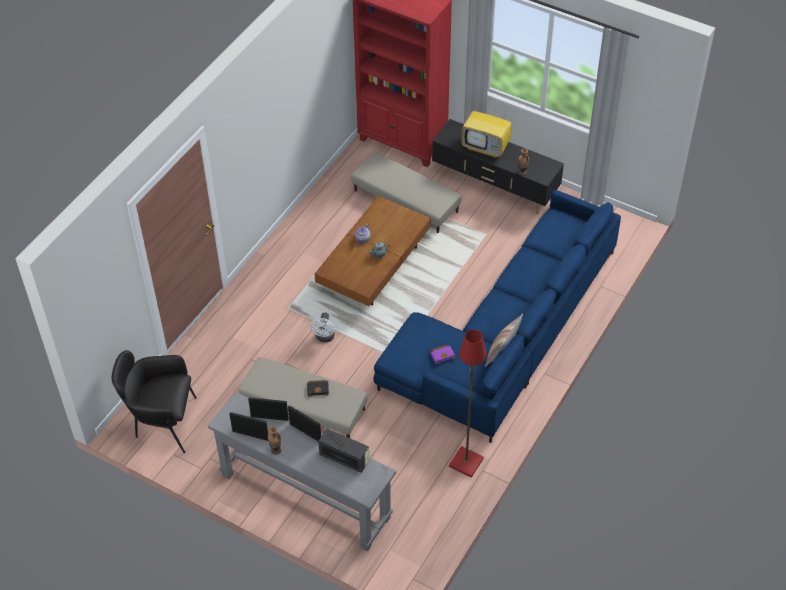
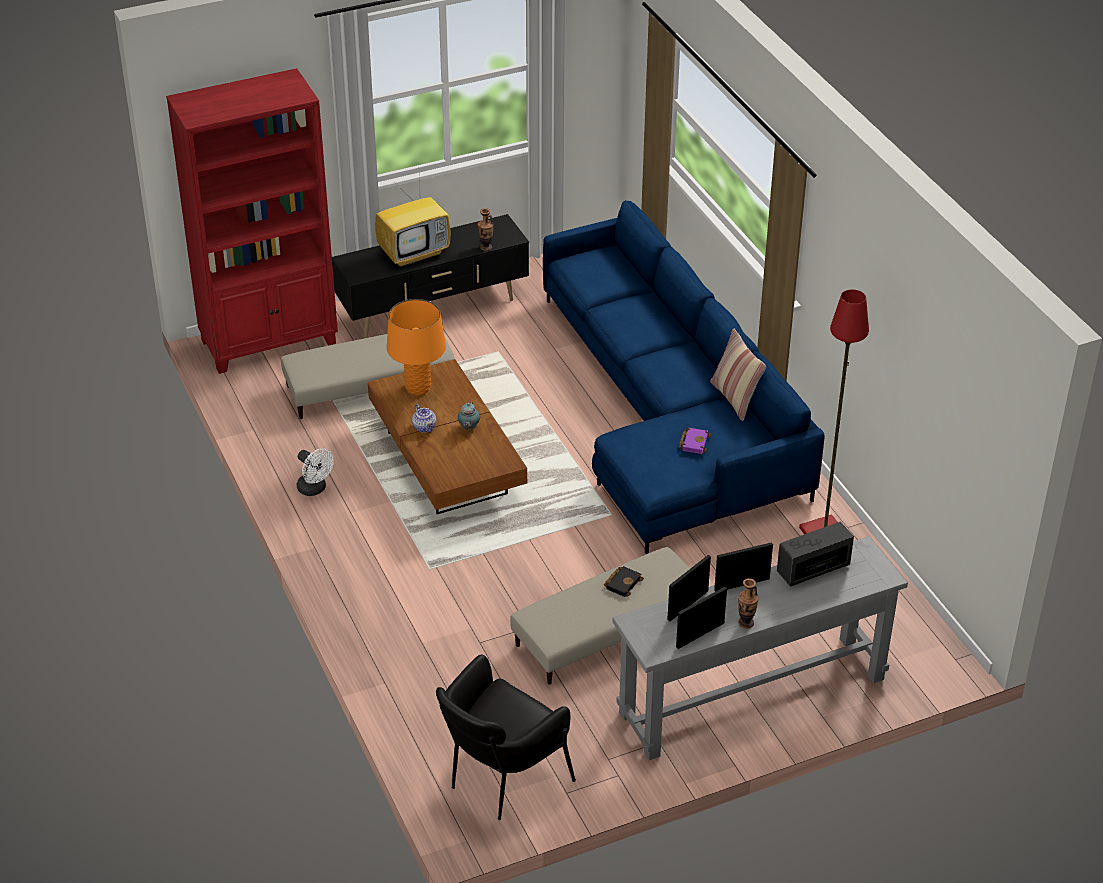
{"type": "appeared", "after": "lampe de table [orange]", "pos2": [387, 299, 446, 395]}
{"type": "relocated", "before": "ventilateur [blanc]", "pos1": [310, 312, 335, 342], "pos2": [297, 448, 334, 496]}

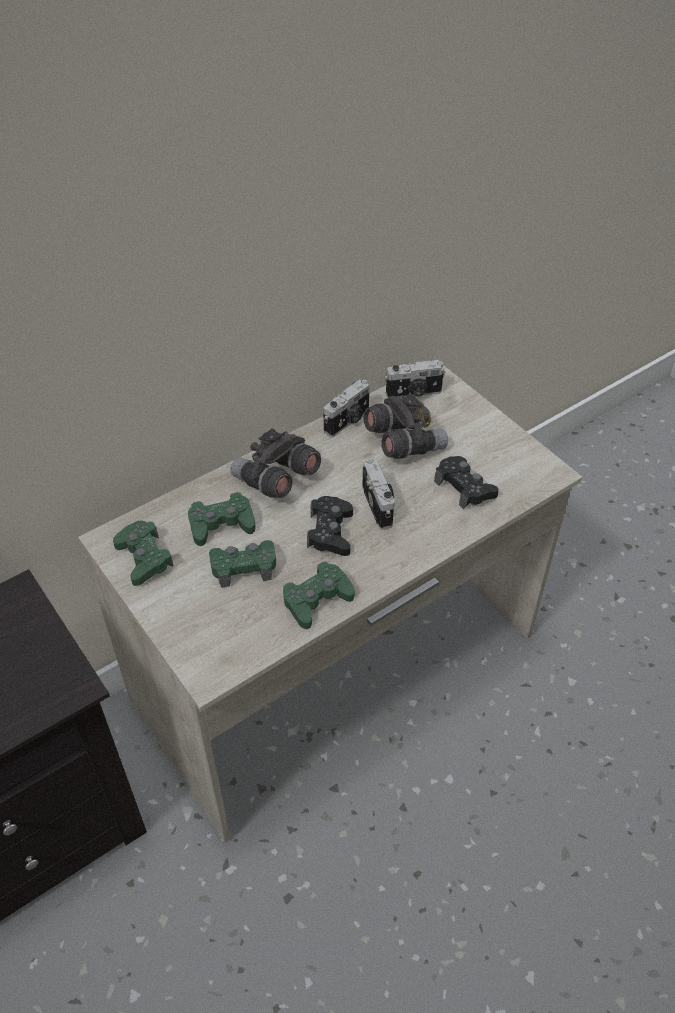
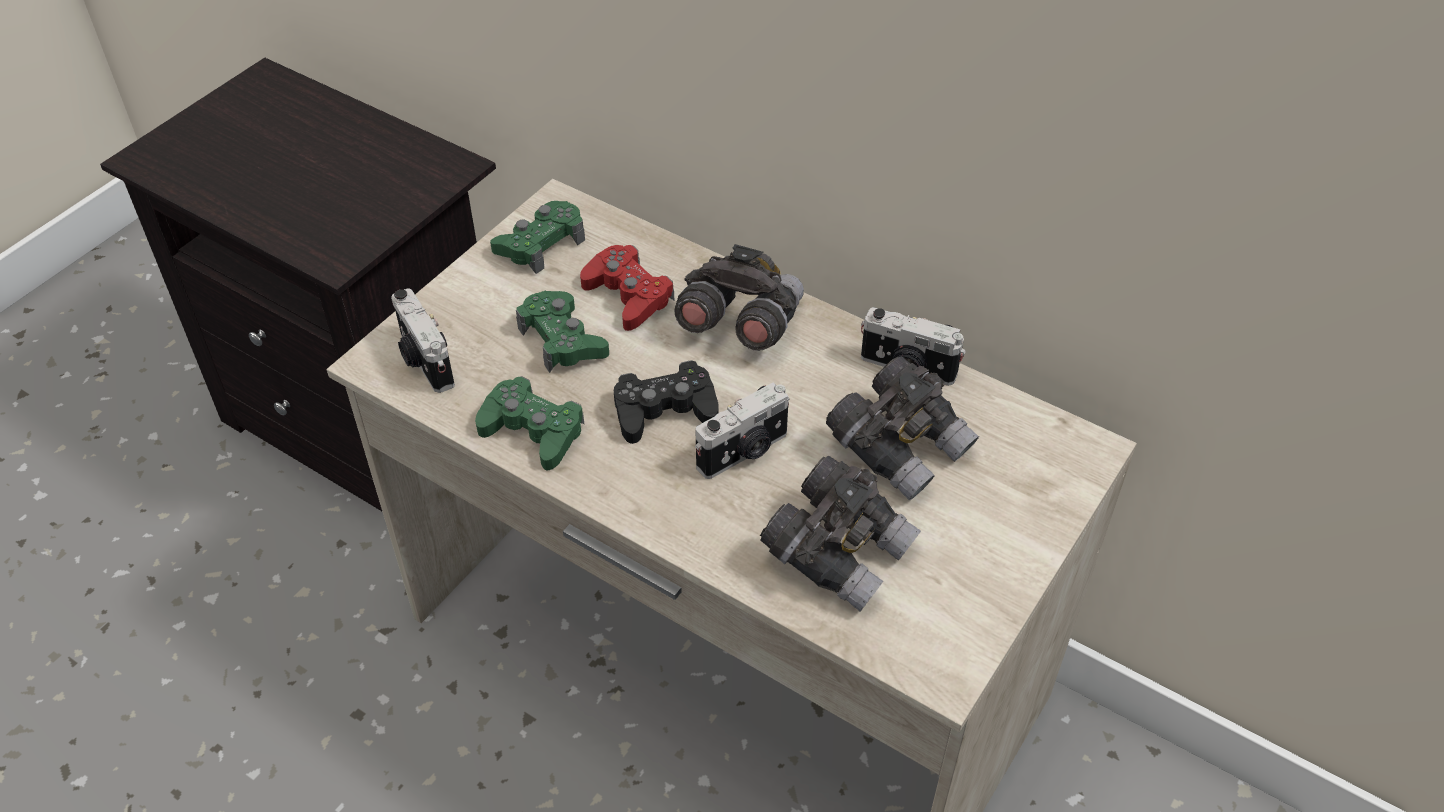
{"type": "relocated", "before": "appareil photo", "pos1": [385, 360, 445, 398], "pos2": [391, 288, 455, 393]}
{"type": "exchanged", "before": "manette [noir]", "after": "jumelles [gris]", "pos1": [434, 456, 499, 509], "pos2": [760, 456, 921, 611]}
{"type": "colour", "before": "manette [vert]", "after": "manette [rouge]", "pos1": [188, 492, 255, 546], "pos2": [580, 245, 674, 331]}

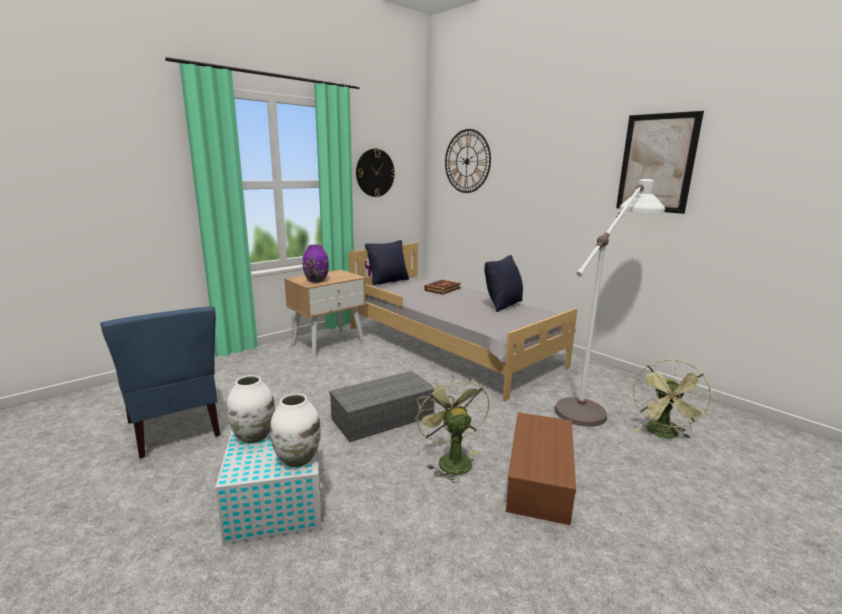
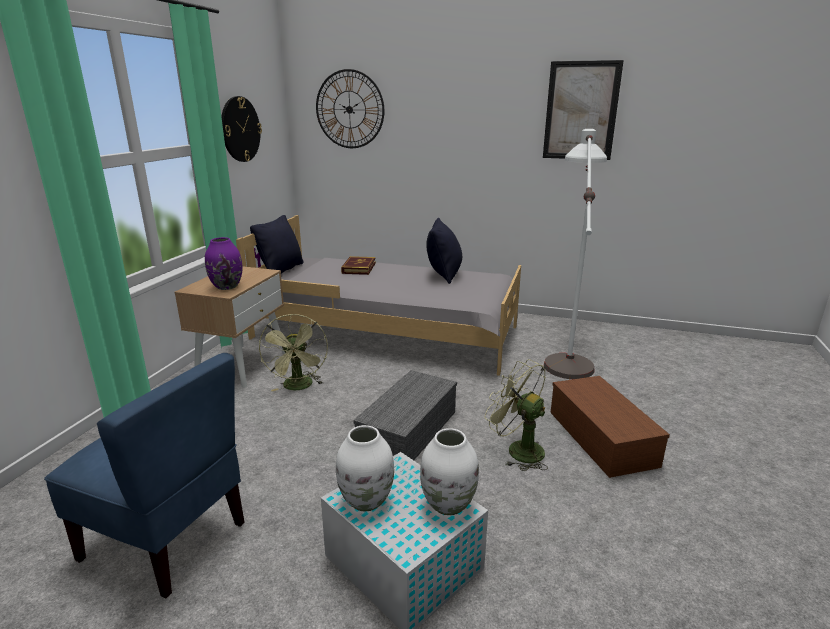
{"type": "relocated", "before": "ventilateur [vert]", "pos1": [633, 359, 713, 438], "pos2": [259, 314, 328, 391]}

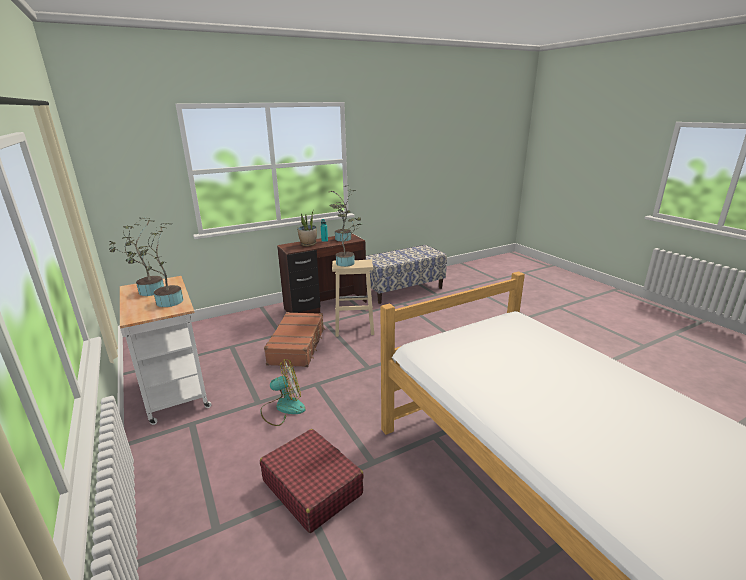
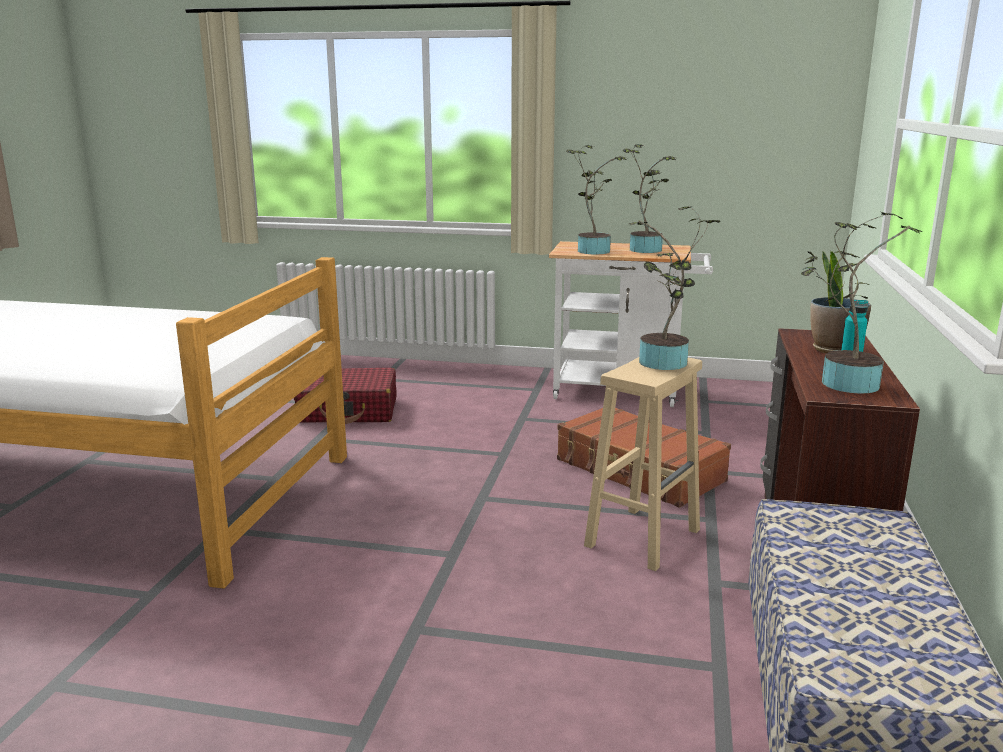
{"type": "missing", "before": "ventilateur", "pos1": [261, 359, 305, 426]}

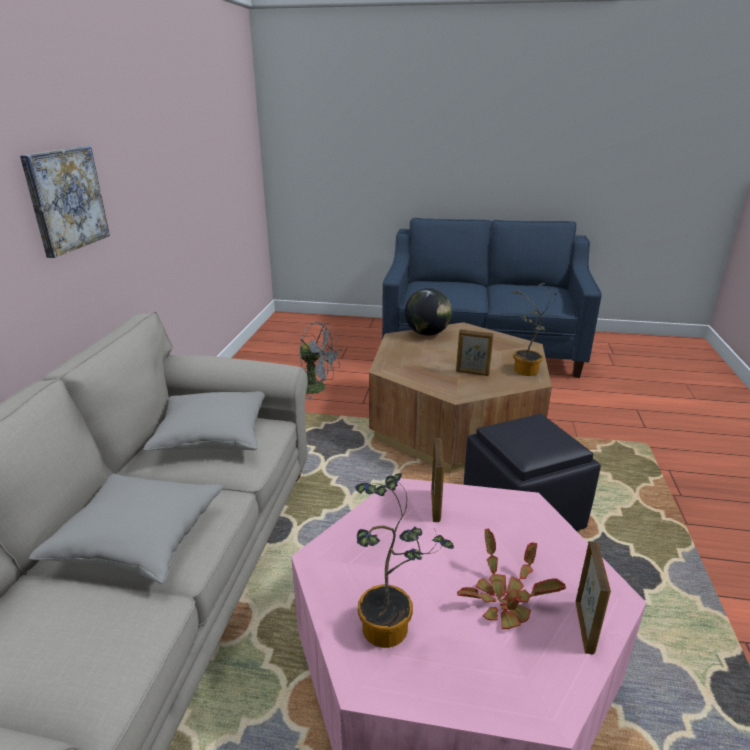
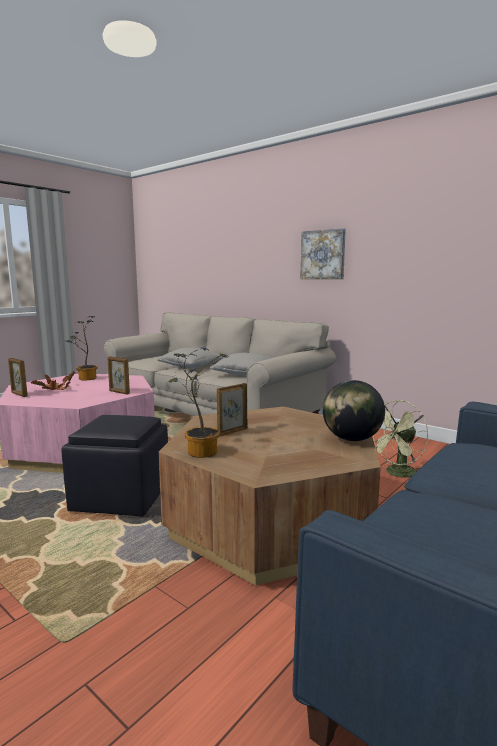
{"type": "colour", "before": "ventilateur [gris]", "after": "ventilateur [vert]", "pos1": [300, 322, 342, 400], "pos2": [373, 400, 428, 478]}

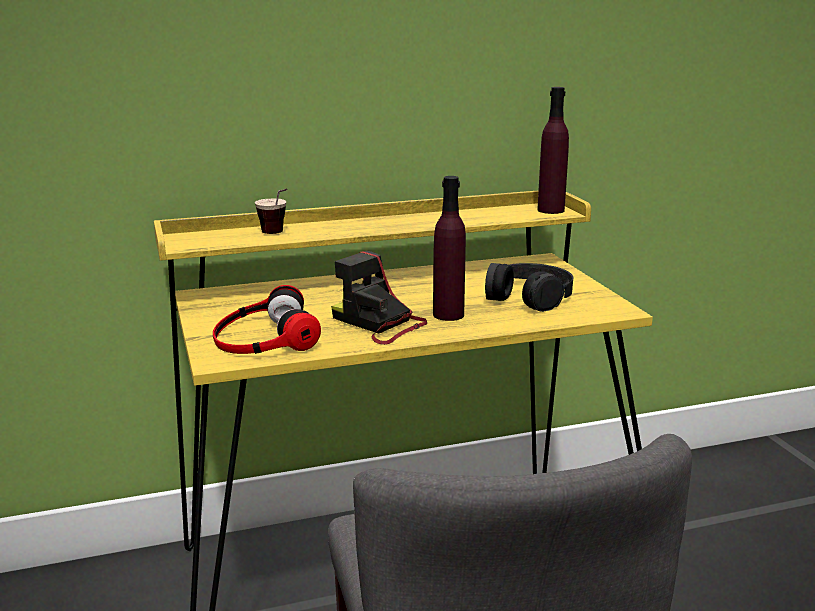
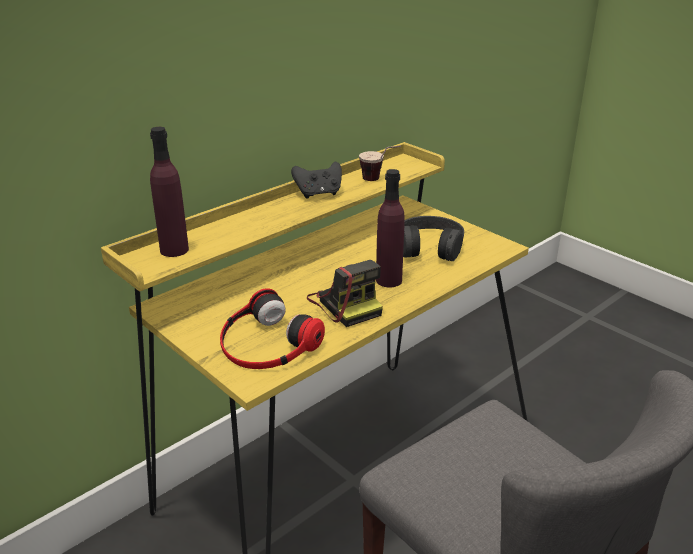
{"type": "appeared", "after": "manette [noir]", "pos2": [291, 162, 342, 199]}
{"type": "relocated", "before": "tasse", "pos1": [255, 189, 287, 234], "pos2": [359, 146, 401, 181]}
{"type": "relocated", "before": "bouteille [violet]", "pos1": [537, 87, 569, 214], "pos2": [150, 127, 189, 257]}
{"type": "spun", "before": "appareil photo", "pos1": [331, 251, 427, 345], "pos2": [307, 260, 383, 327], "turn": -135}

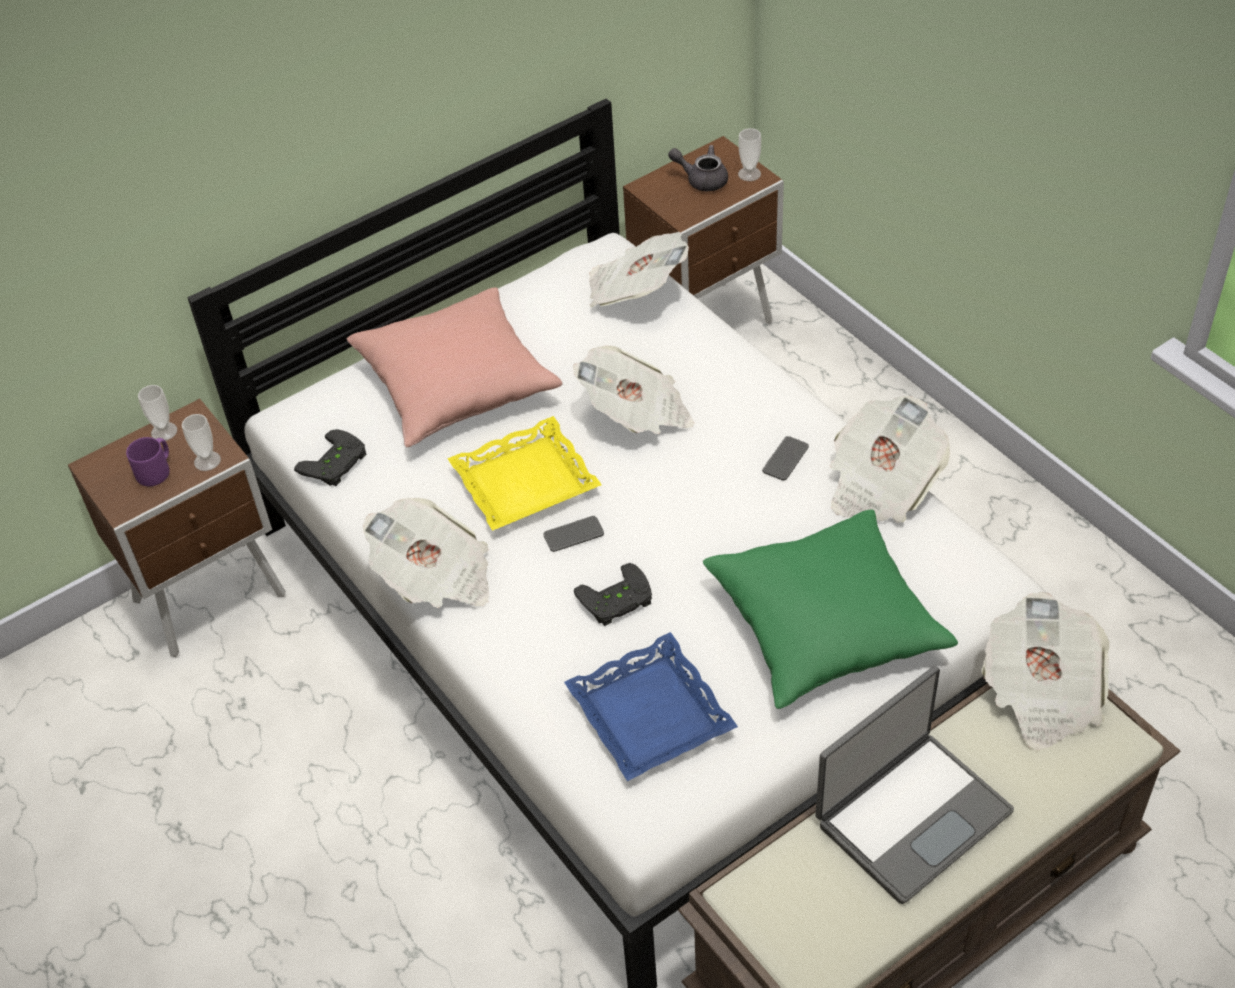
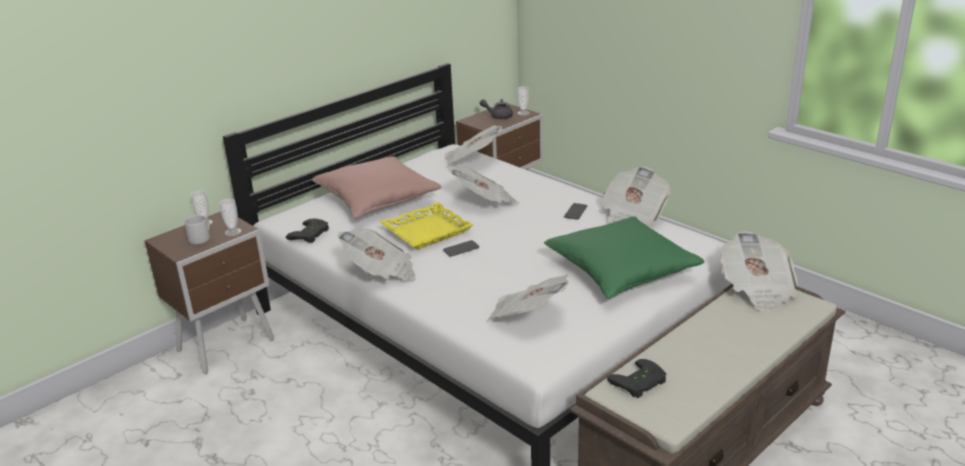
{"type": "missing", "before": "ordinateur portable", "pos1": [815, 666, 1014, 904]}
{"type": "relocated", "before": "manette [noir]", "pos1": [574, 563, 652, 626], "pos2": [607, 359, 666, 398]}
{"type": "exchanged", "before": "plateau [bleu]", "after": "journal", "pos1": [564, 632, 738, 781], "pos2": [489, 275, 568, 319]}
{"type": "colour", "before": "mug [violet]", "after": "mug [gris]", "pos1": [126, 437, 170, 486], "pos2": [184, 215, 210, 244]}

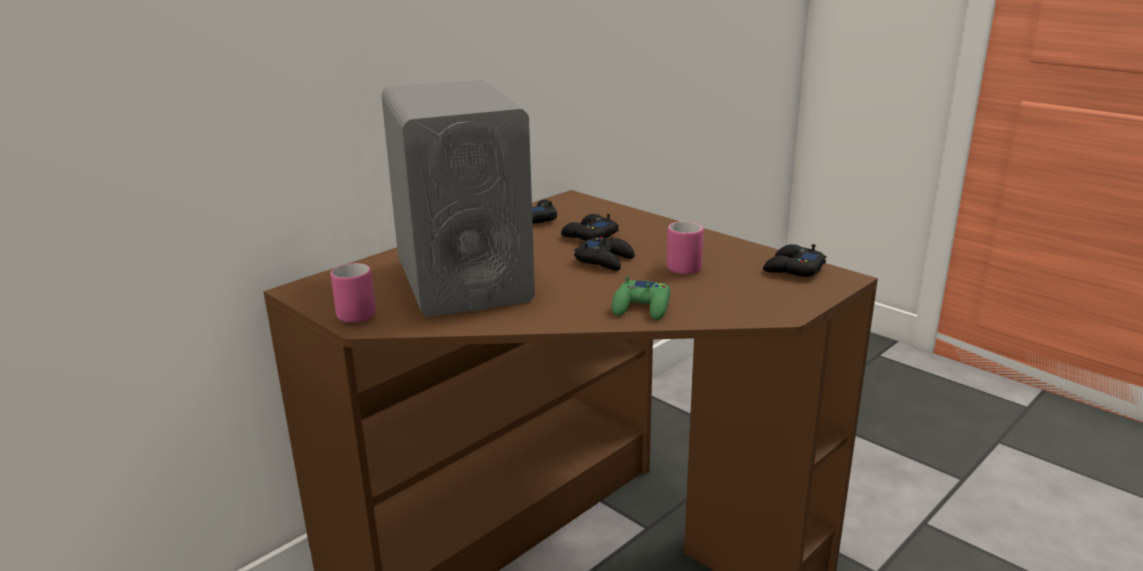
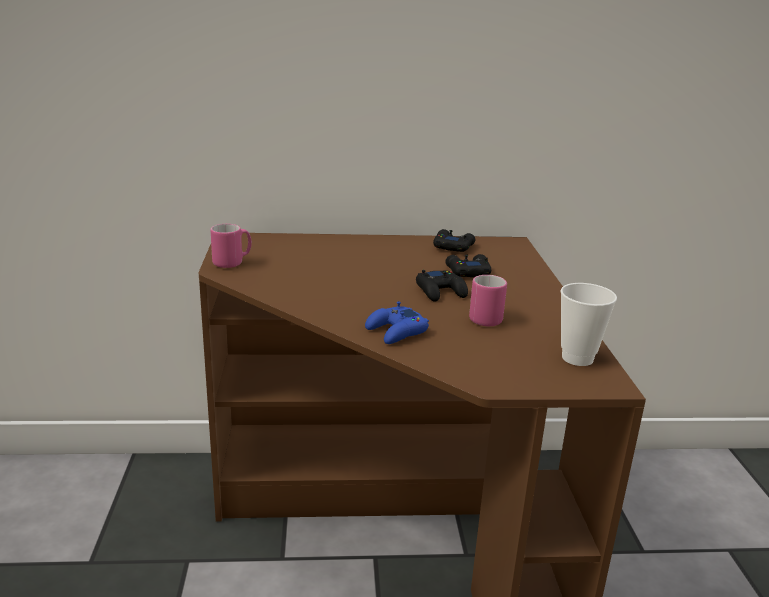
{"type": "missing", "before": "enceinte [gris]", "pos1": [381, 80, 535, 317]}
{"type": "exchanged", "before": "manette [noir]", "after": "tasse", "pos1": [763, 244, 827, 277], "pos2": [560, 283, 617, 366]}
{"type": "colour", "before": "manette [vert]", "after": "manette [bleu]", "pos1": [612, 276, 671, 320], "pos2": [365, 301, 429, 344]}

